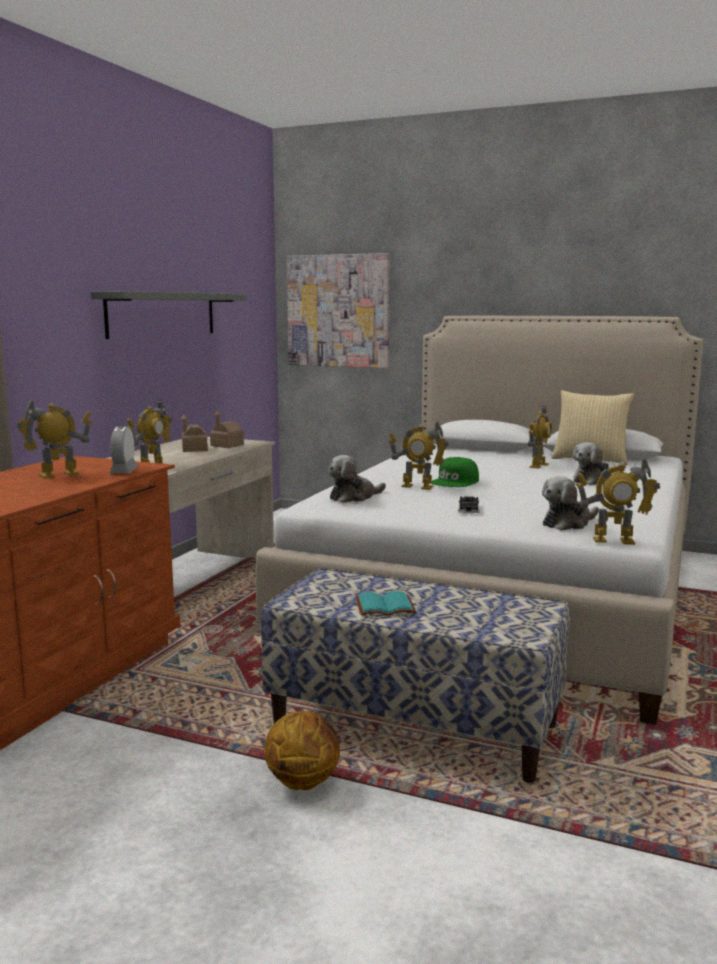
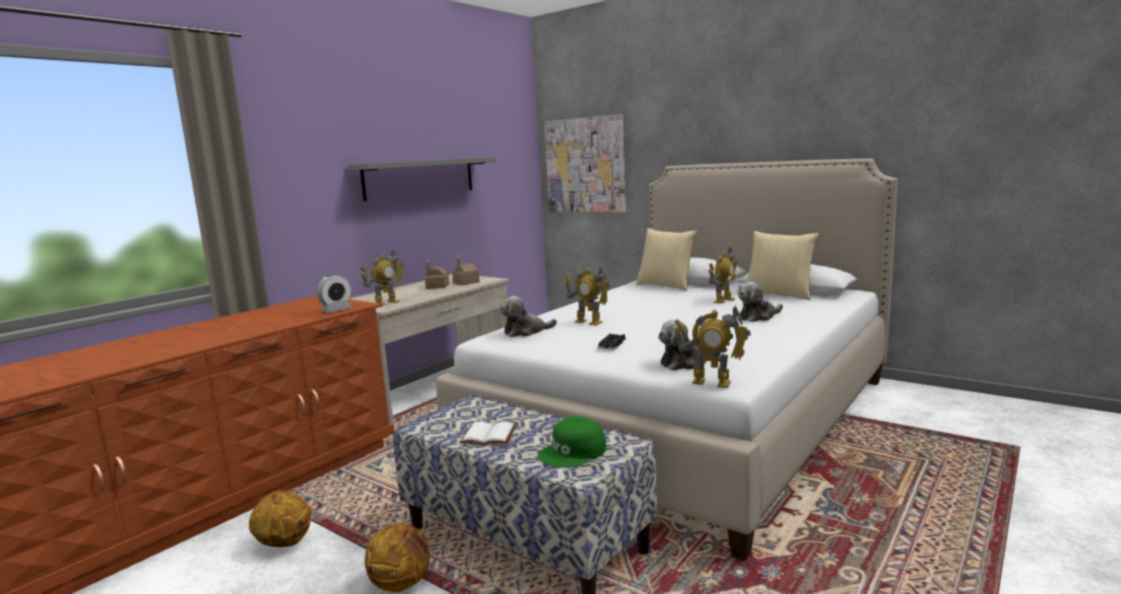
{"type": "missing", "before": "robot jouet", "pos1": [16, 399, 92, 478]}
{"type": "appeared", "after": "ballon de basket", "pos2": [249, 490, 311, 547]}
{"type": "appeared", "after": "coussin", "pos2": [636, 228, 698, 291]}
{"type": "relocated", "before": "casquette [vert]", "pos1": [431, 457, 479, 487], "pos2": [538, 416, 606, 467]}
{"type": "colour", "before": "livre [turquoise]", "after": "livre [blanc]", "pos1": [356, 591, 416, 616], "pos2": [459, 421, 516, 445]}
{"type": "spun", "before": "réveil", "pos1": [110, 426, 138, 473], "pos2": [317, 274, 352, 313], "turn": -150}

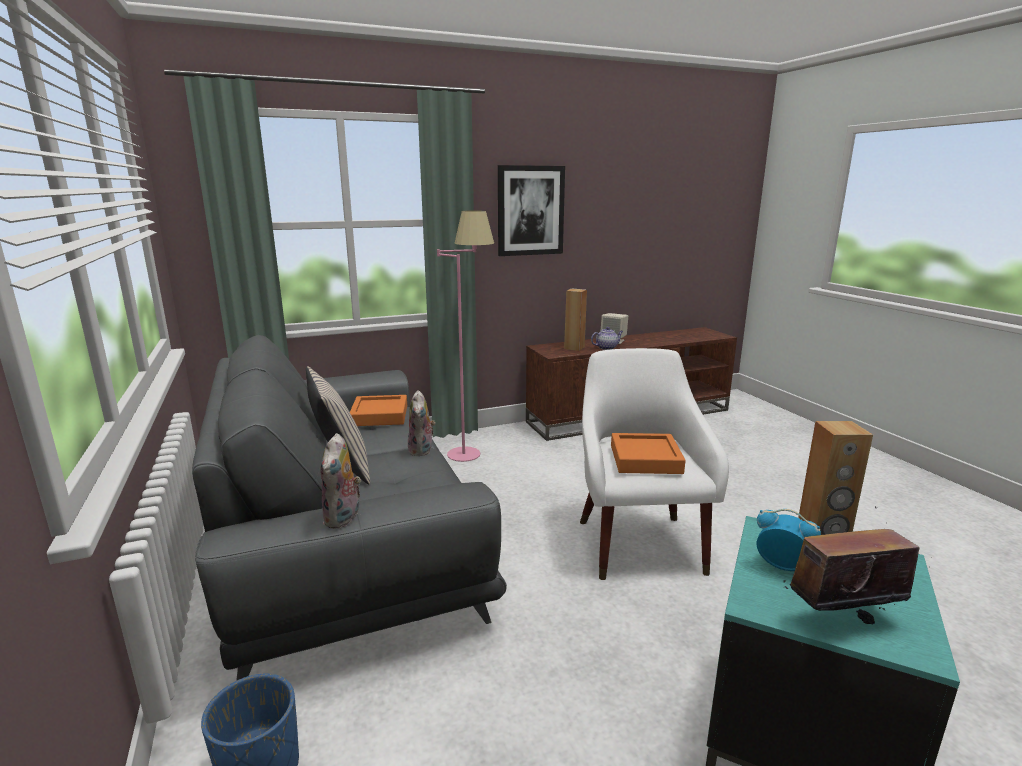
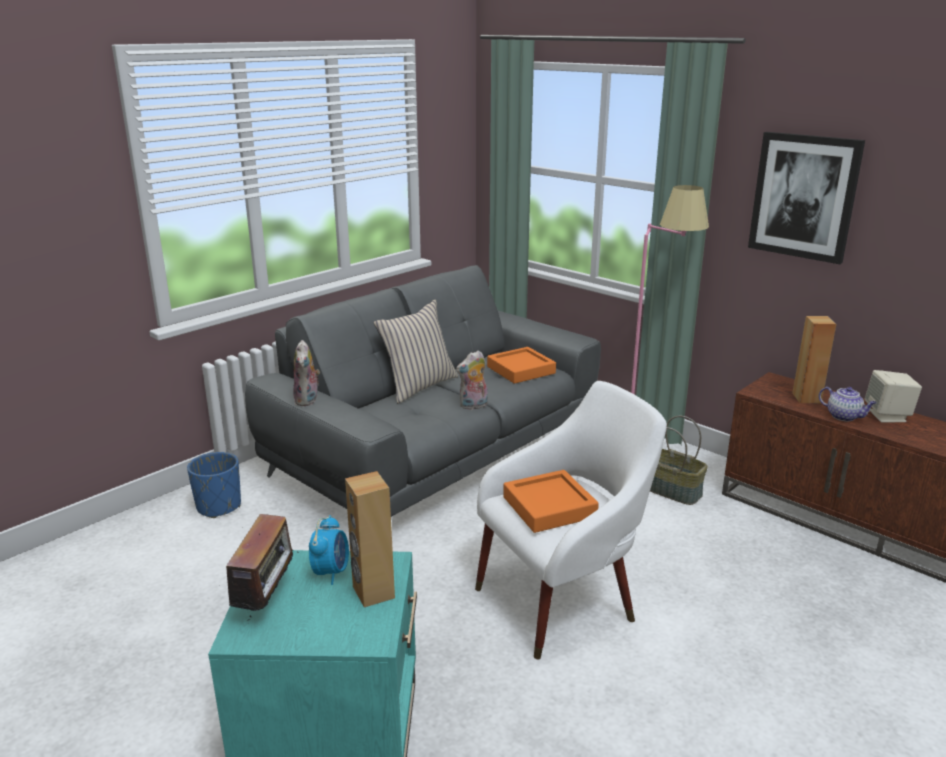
{"type": "appeared", "after": "panier", "pos2": [650, 416, 708, 505]}
{"type": "spun", "before": "peluche", "pos1": [320, 433, 361, 529], "pos2": [293, 340, 320, 406], "turn": -75}
{"type": "spun", "before": "radio", "pos1": [783, 506, 920, 624], "pos2": [218, 514, 299, 621], "turn": 45}

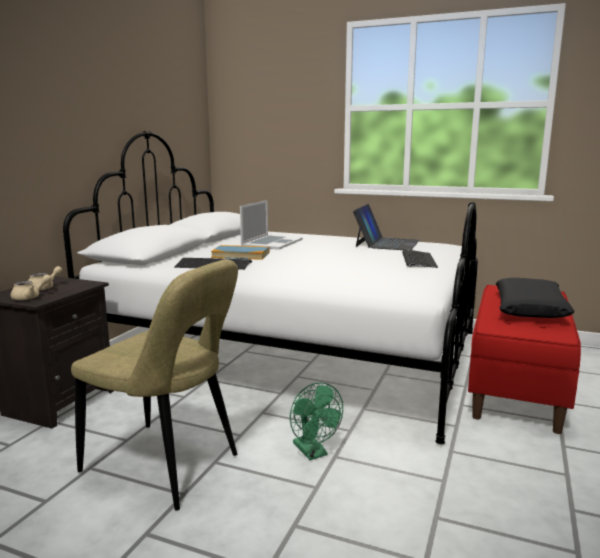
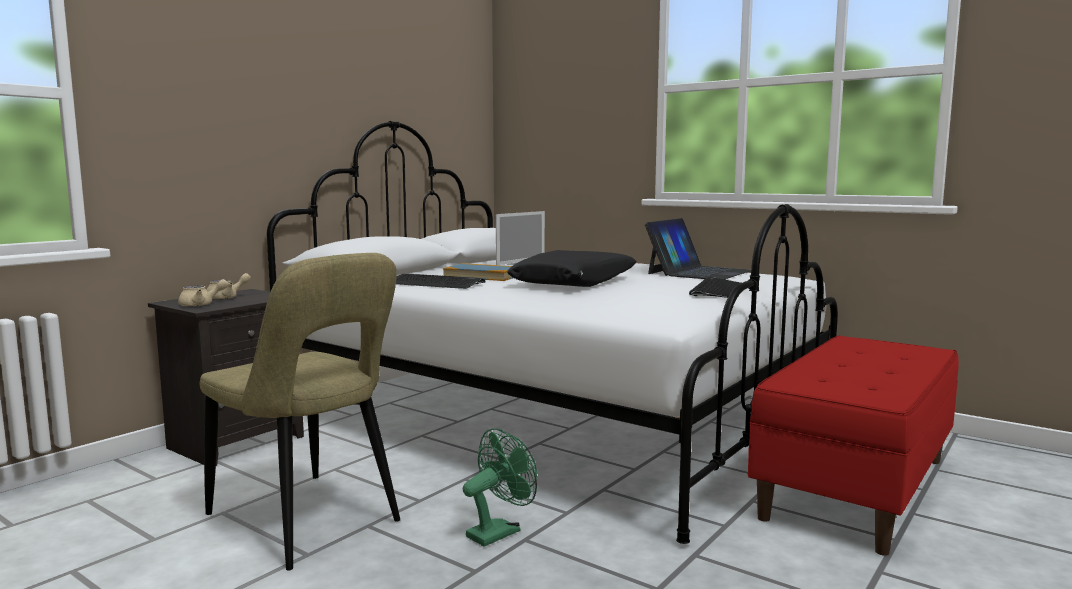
{"type": "relocated", "before": "coussin [noir]", "pos1": [496, 278, 575, 318], "pos2": [507, 250, 637, 287]}
{"type": "spun", "before": "ventilateur [vert]", "pos1": [290, 382, 343, 460], "pos2": [463, 428, 537, 547], "turn": -120}

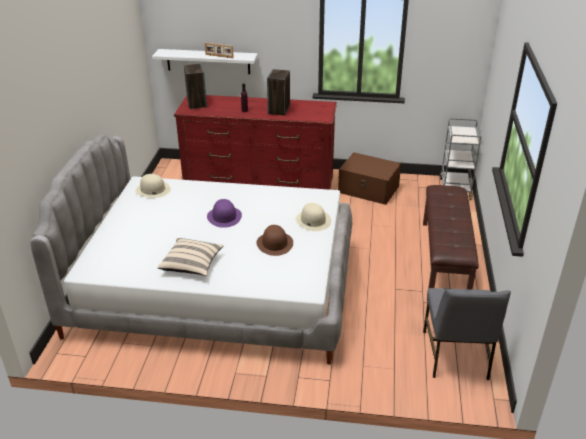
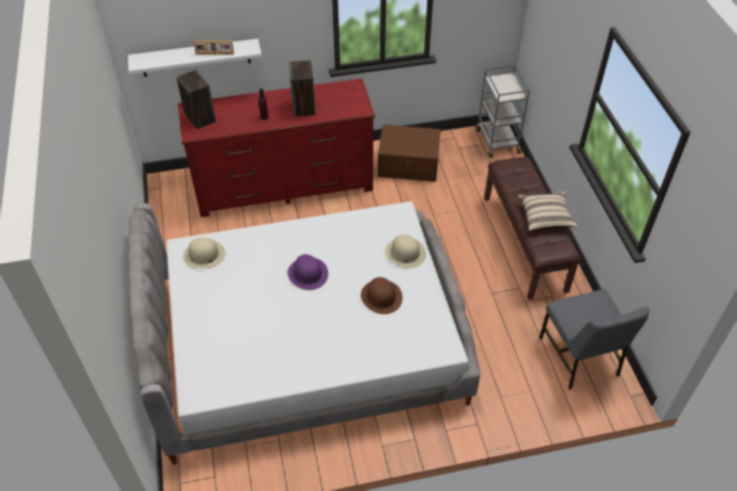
{"type": "relocated", "before": "coussin [beige]", "pos1": [157, 238, 224, 276], "pos2": [518, 192, 578, 231]}

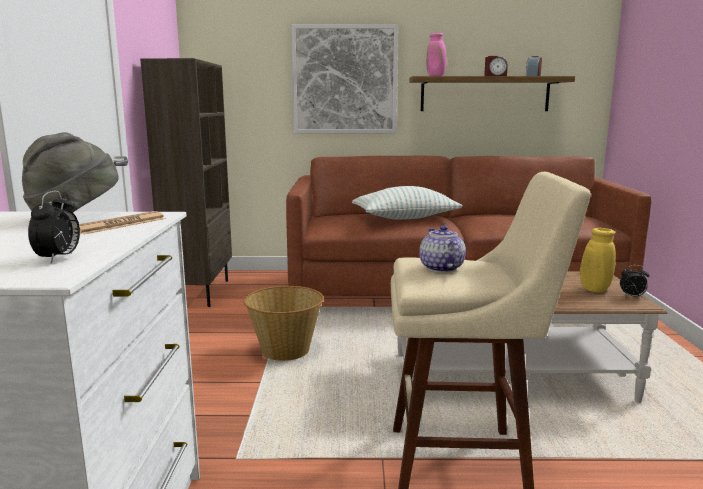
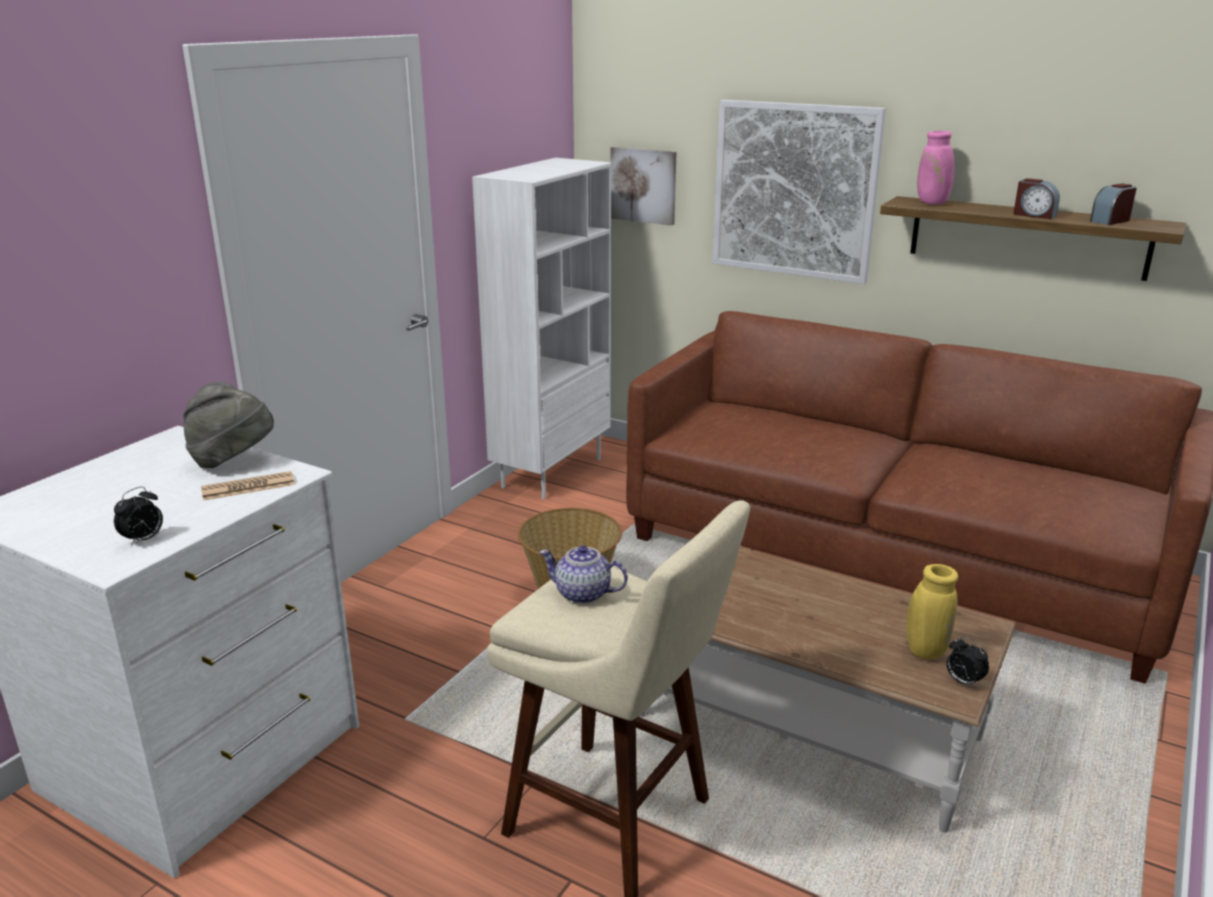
{"type": "missing", "before": "coussin", "pos1": [352, 186, 462, 220]}
{"type": "appeared", "after": "tableau", "pos2": [610, 147, 676, 226]}
{"type": "colour", "before": "bibliothèque [marron]", "after": "bibliothèque [blanc]", "pos1": [140, 58, 232, 307], "pos2": [472, 158, 611, 499]}
{"type": "spun", "before": "théière", "pos1": [419, 225, 466, 273], "pos2": [539, 545, 628, 604], "turn": -90}

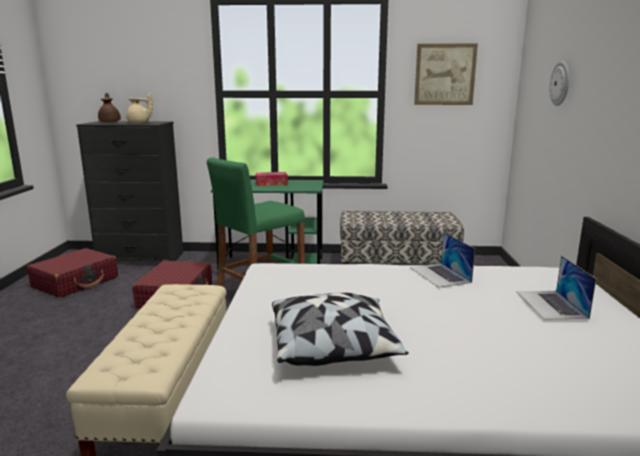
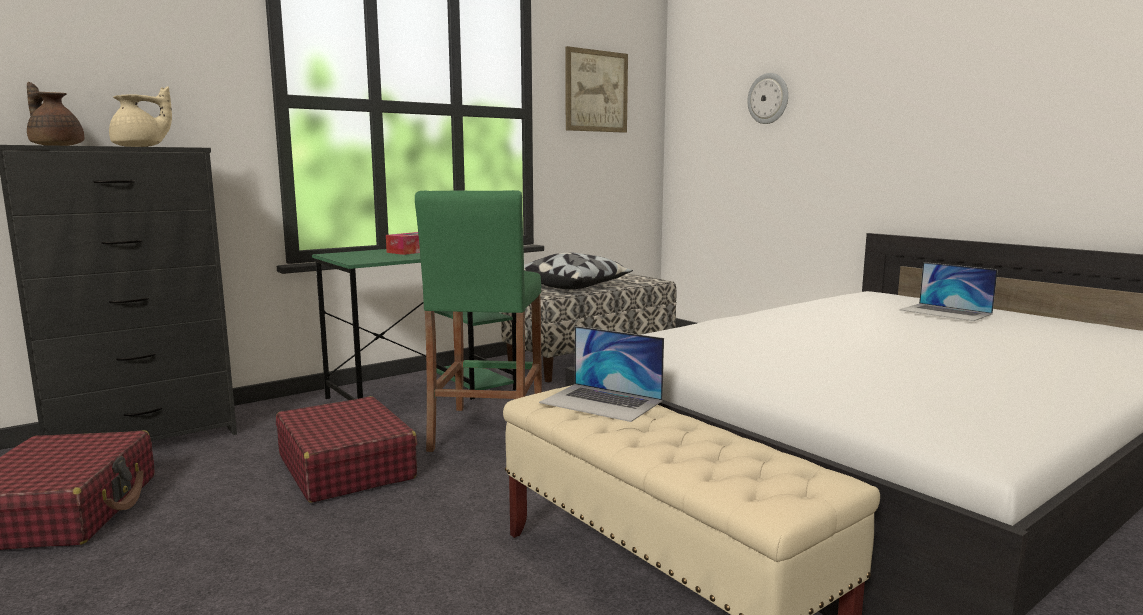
{"type": "relocated", "before": "coussin", "pos1": [272, 293, 409, 366], "pos2": [524, 252, 633, 289]}
{"type": "relocated", "before": "ordinateur portable", "pos1": [410, 232, 475, 288], "pos2": [539, 326, 664, 422]}

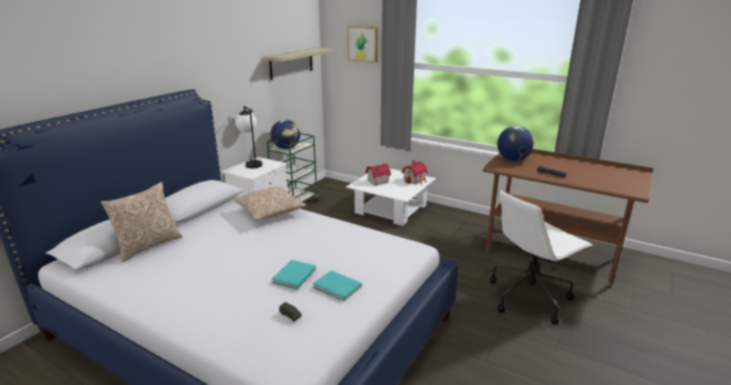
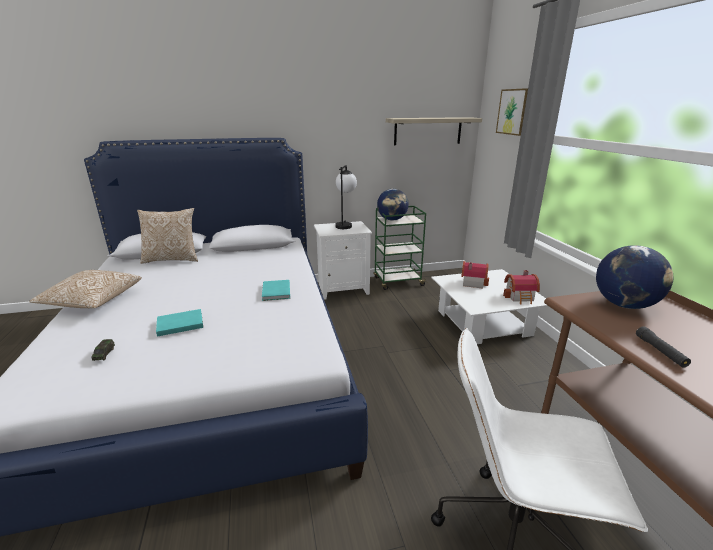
{"type": "relocated", "before": "coussin", "pos1": [235, 187, 307, 220], "pos2": [29, 270, 142, 308]}
{"type": "relocated", "before": "livre [turquoise]", "pos1": [313, 270, 362, 302], "pos2": [262, 280, 290, 301]}

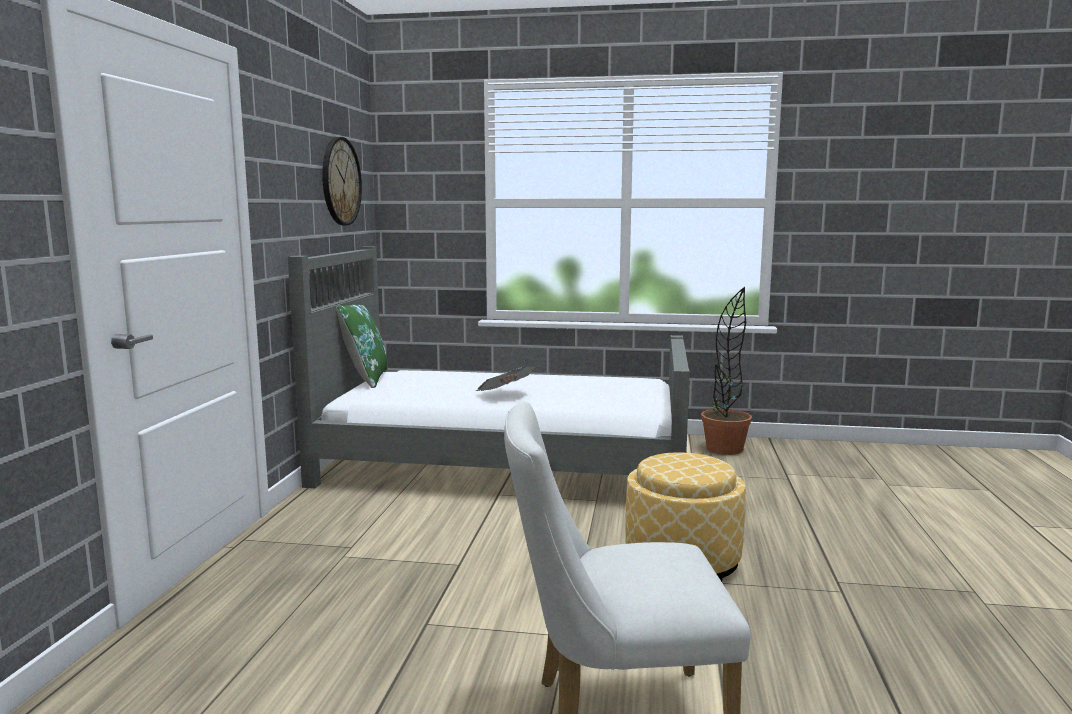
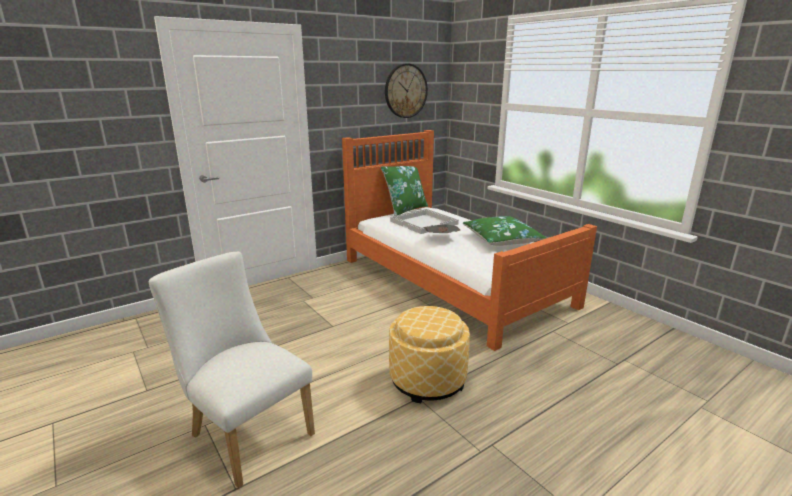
{"type": "missing", "before": "plante en pot", "pos1": [701, 287, 752, 455]}
{"type": "appeared", "after": "plateau [blanc]", "pos2": [390, 209, 459, 234]}
{"type": "appeared", "after": "coussin [vert]", "pos2": [463, 216, 547, 246]}
{"type": "colour", "before": "lit [gris]", "after": "lit [orange]", "pos1": [288, 246, 690, 488], "pos2": [342, 130, 597, 351]}

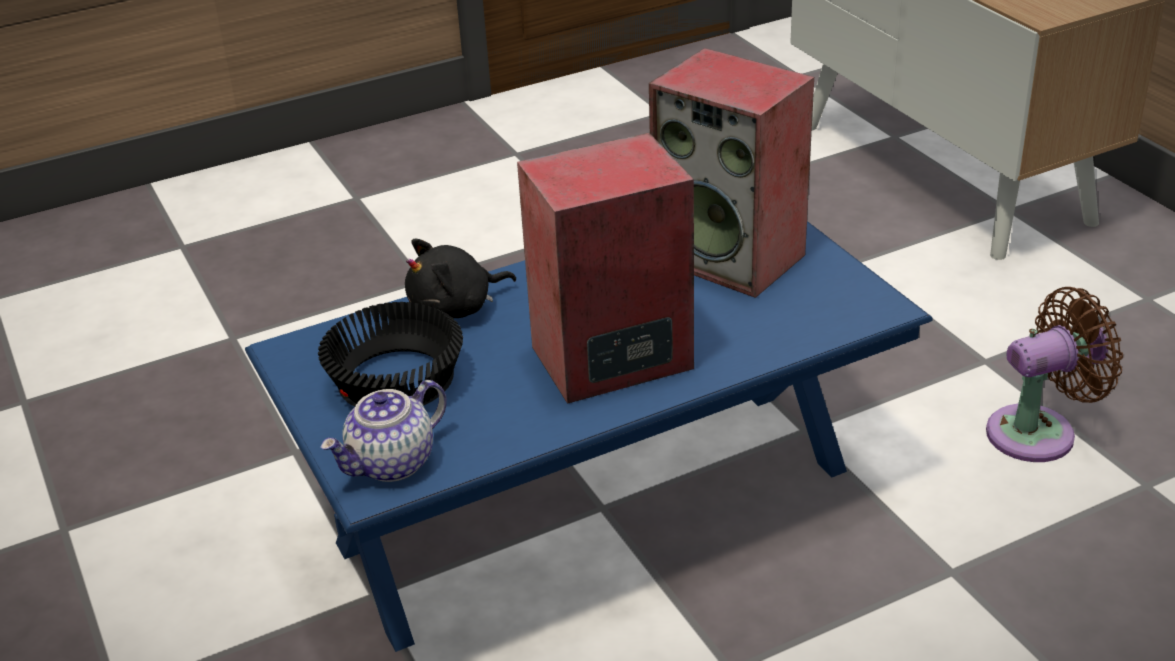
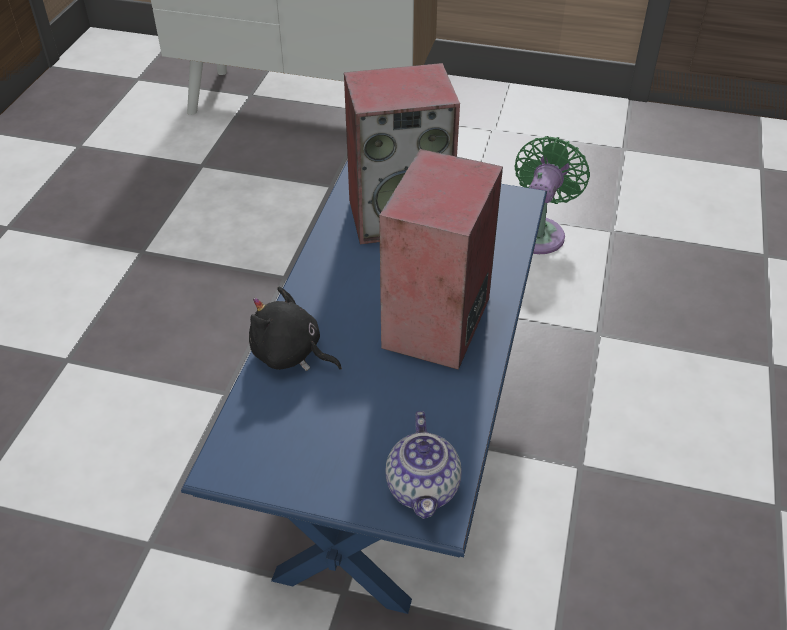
{"type": "missing", "before": "bol [noir]", "pos1": [318, 302, 463, 407]}
{"type": "colour", "before": "ventilateur [marron]", "after": "ventilateur [vert]", "pos1": [986, 287, 1123, 462], "pos2": [515, 136, 590, 254]}
{"type": "spun", "before": "peluche [noir]", "pos1": [405, 239, 516, 318], "pos2": [249, 287, 342, 371], "turn": 105}

